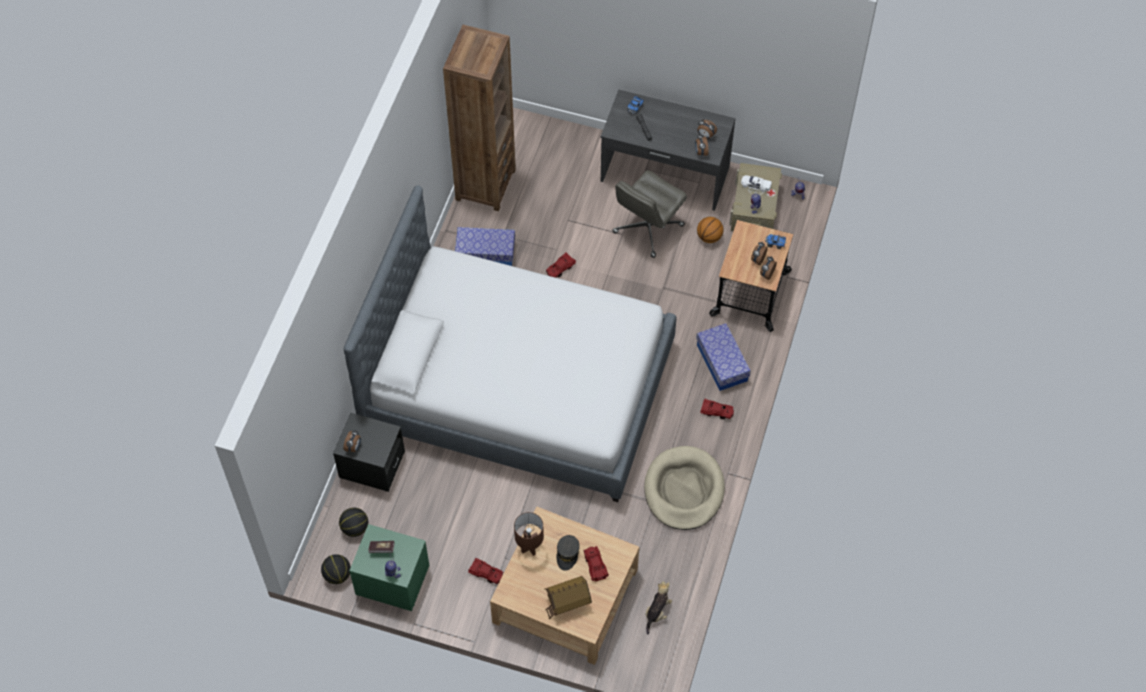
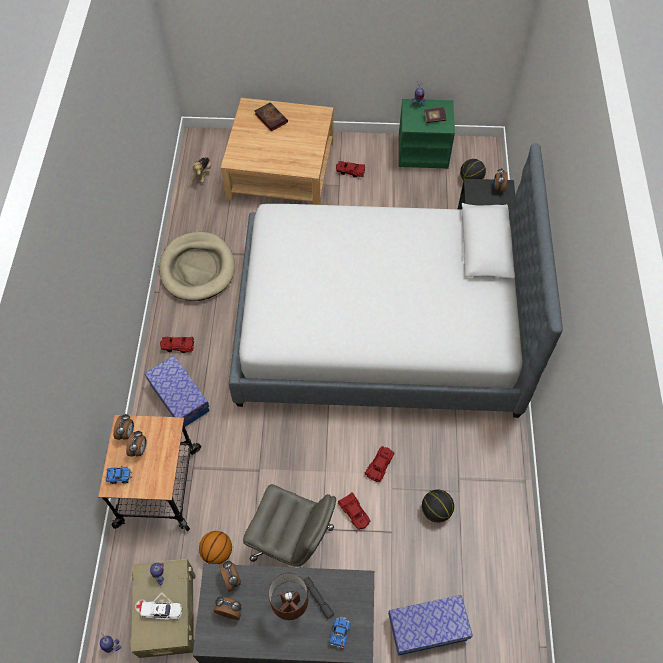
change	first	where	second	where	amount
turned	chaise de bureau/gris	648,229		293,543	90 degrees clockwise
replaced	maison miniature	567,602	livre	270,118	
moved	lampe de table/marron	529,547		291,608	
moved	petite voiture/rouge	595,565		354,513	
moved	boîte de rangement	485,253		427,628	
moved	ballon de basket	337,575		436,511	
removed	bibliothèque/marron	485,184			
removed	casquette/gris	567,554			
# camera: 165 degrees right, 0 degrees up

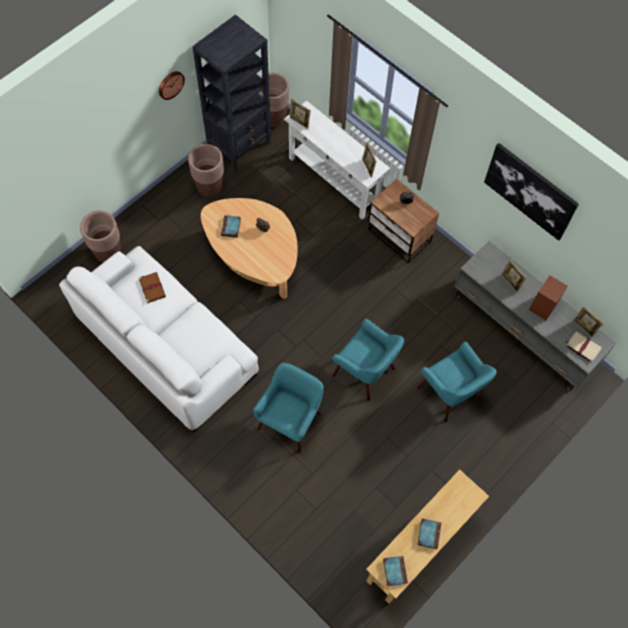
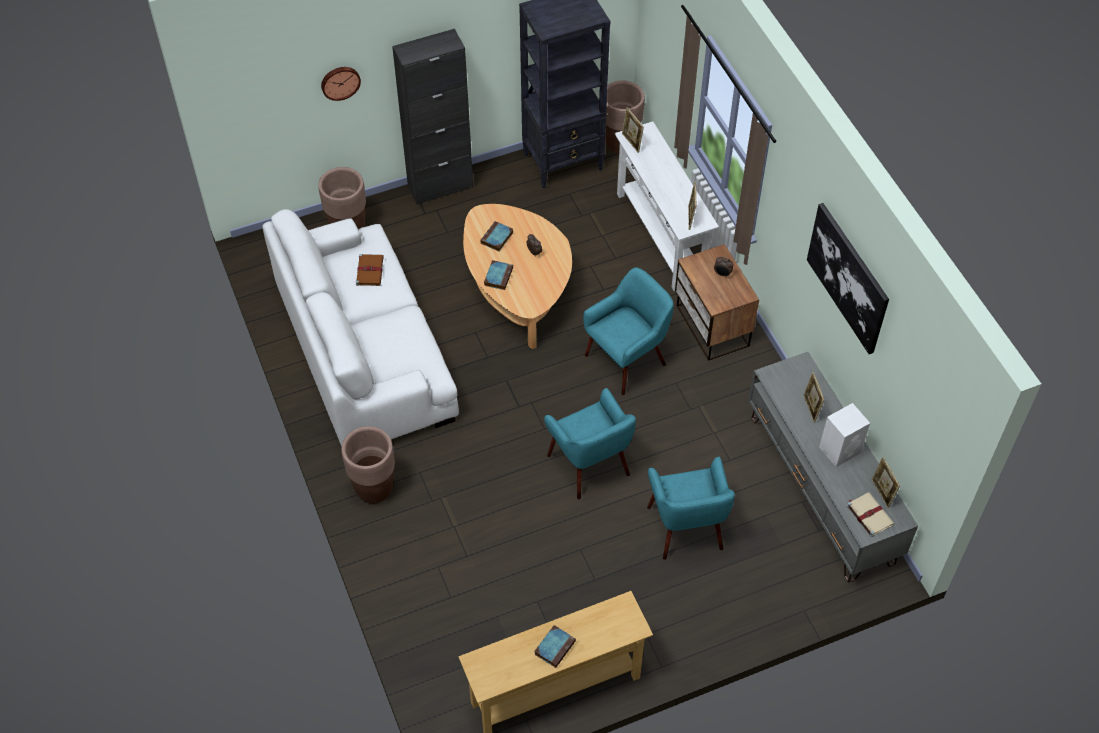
change	first	where	second	where	amount
moved	horloge murale	170,84		340,82	
moved	cache-pot/marron	209,188		374,489	
added			meuble de rangement/noir	440,186	
moved	livre	394,570		498,276	
moved	fauteuil/turquoise	290,421		626,360	
recoloured	enceinte/marron	543,306	enceinte/blanc	840,449	
# camera: 25 degrees right, 10 degrees down

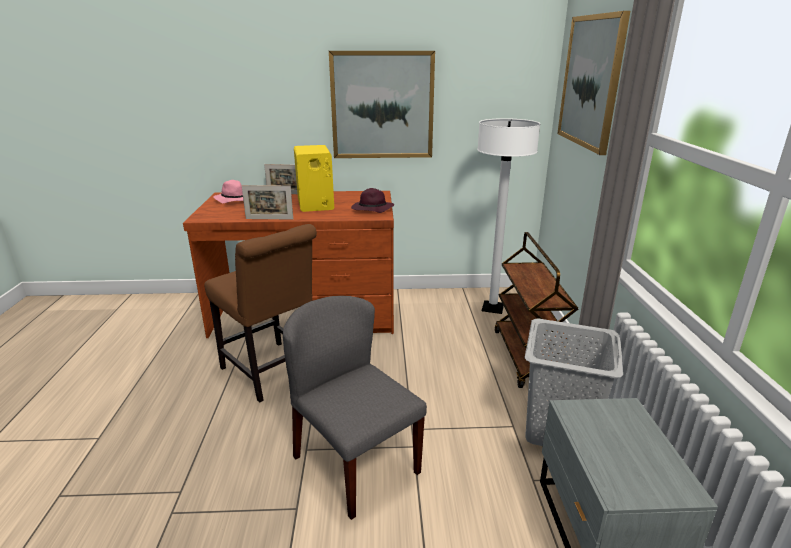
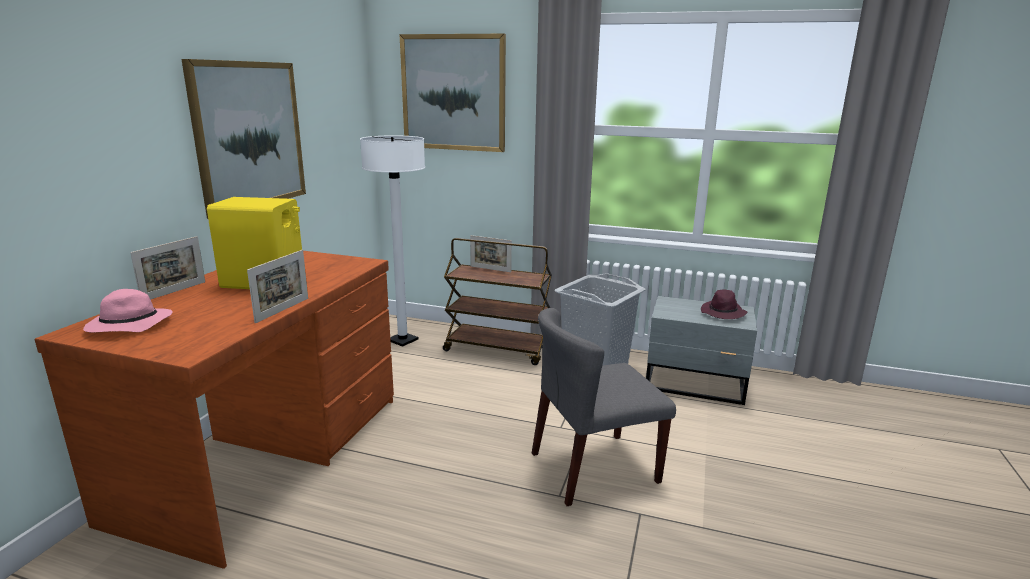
change	first	where	second	where	amount
added			cadre photo	490,269	
moved	chapeau/violet	372,209		723,313	
removed	chaise/marron	272,373			
# camera: 70 degrees left, 5 degrees down

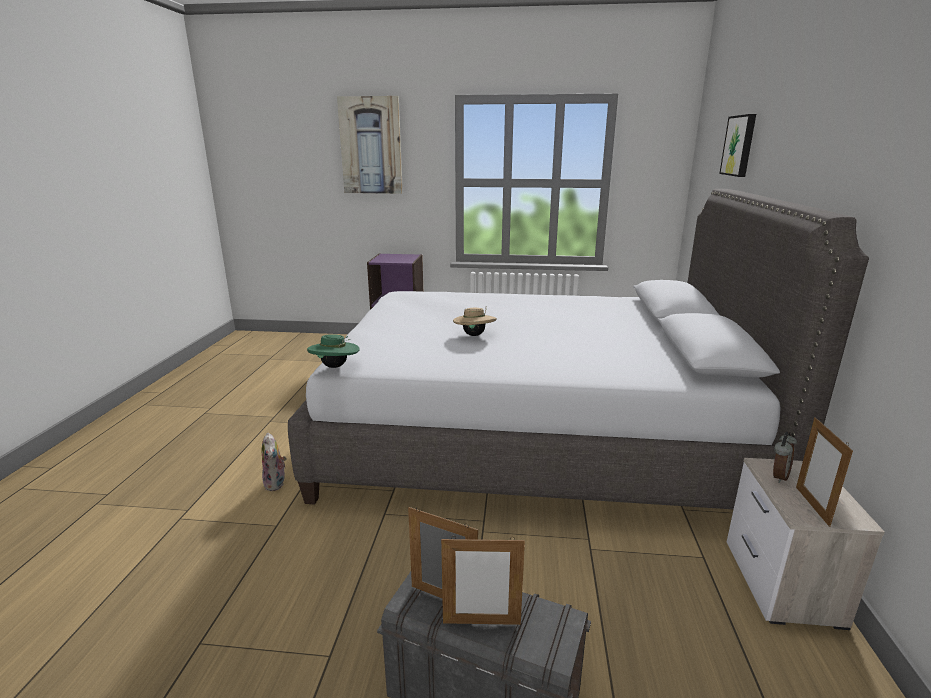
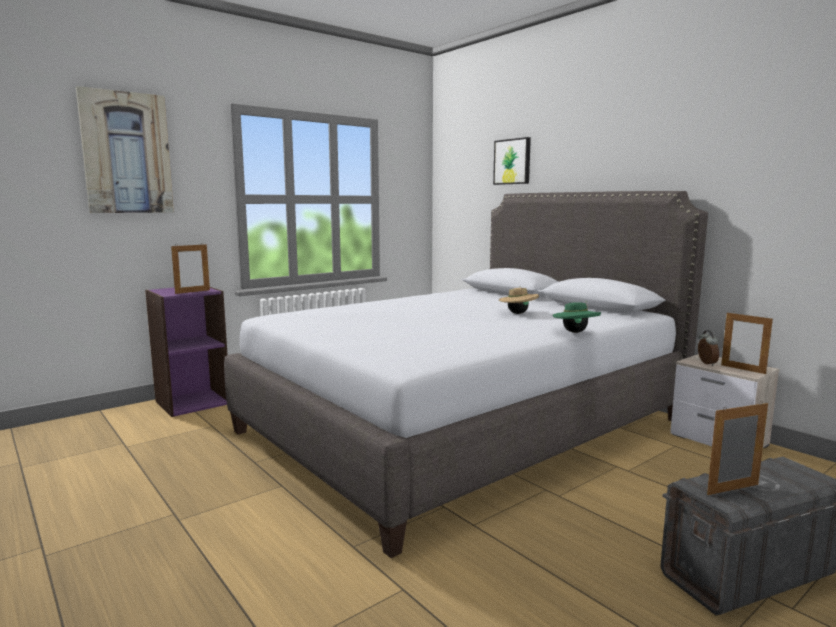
change	first	where	second	where	amount
moved	cadre photo	481,623		192,292	
moved	chapeau/beige	474,335		518,313	
moved	chapeau/vert	335,366		575,332	
removed	peluche	276,483			
# camera: 45 degrees left, 10 degrees down

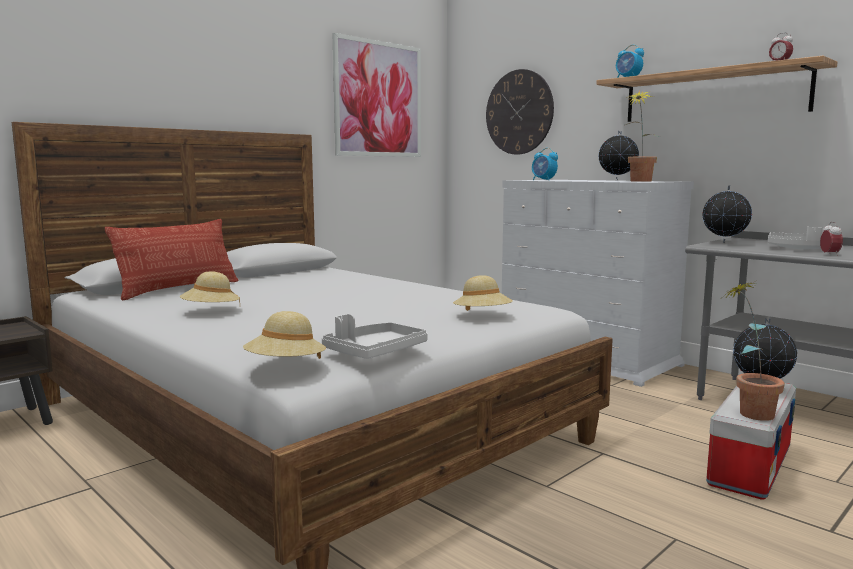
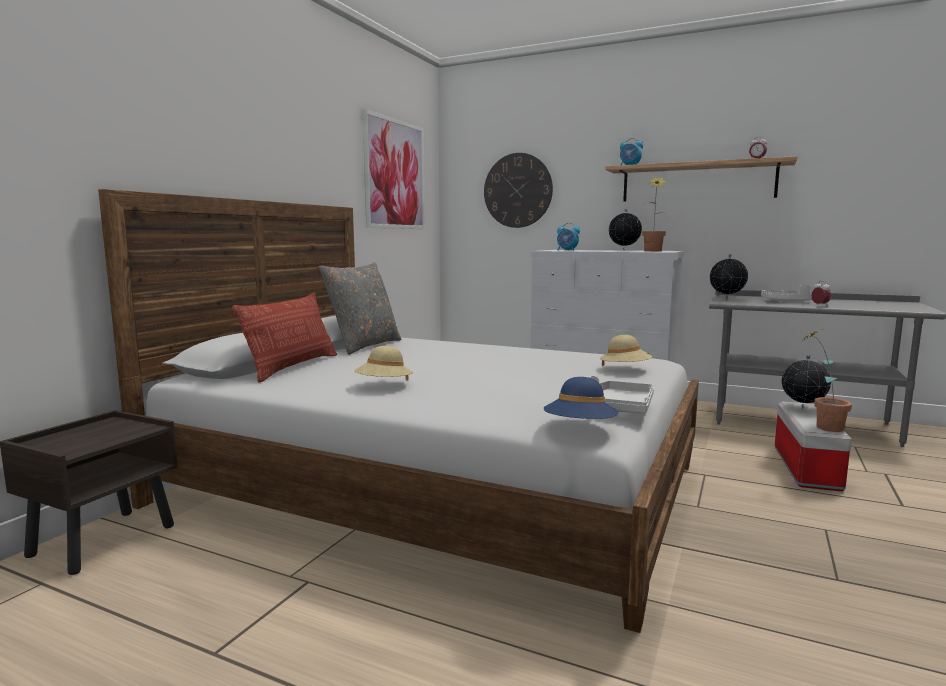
change	first	where	second	where	amount
added			coussin/gris	364,345	
recoloured	chapeau/beige	285,367	chapeau/bleu	580,428	
# camera: 20 degrees left, 0 degrees up

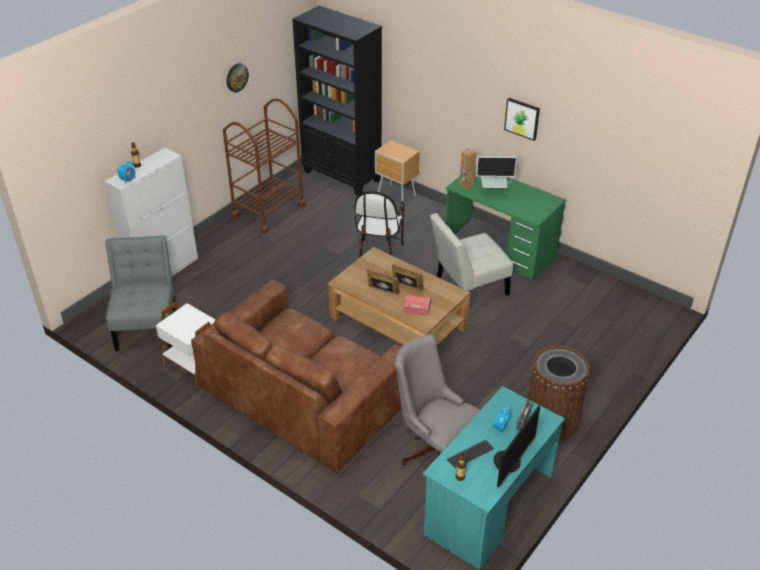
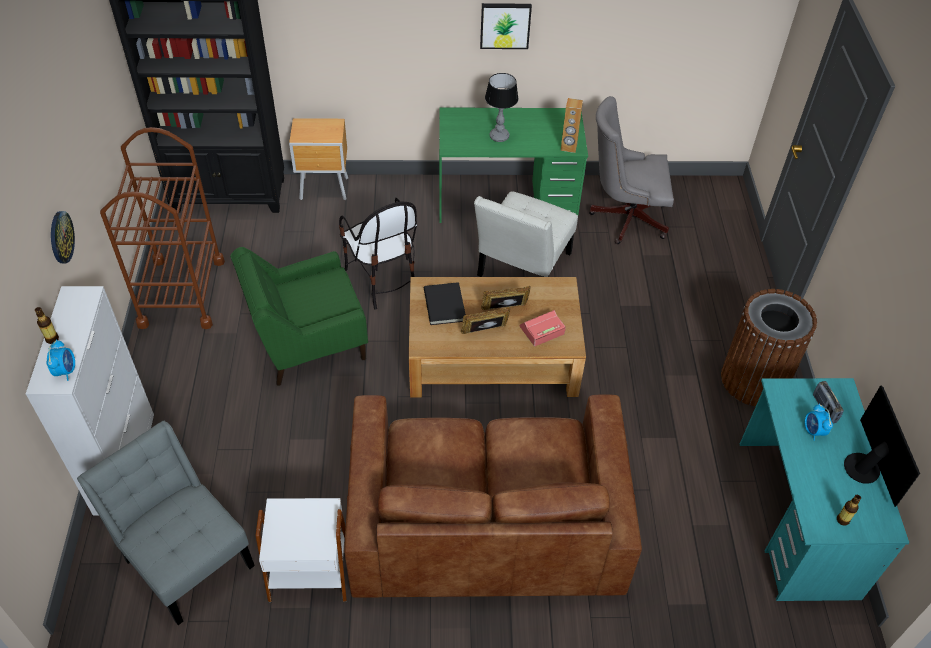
change	first	where	second	where	amount
moved	horloge murale	236,77		61,237	
added			fauteuil/vert	307,341	
added			livre/noir	445,305	
replaced	écran d'ordinateur	493,193	lampe de table	499,136	
moved	enceinte/marron	466,185		568,147	
moved	chaise de bureau/gris	433,447		624,217	
removed	clavier	470,454			
# camera: 40 degrees left, 10 degrees up

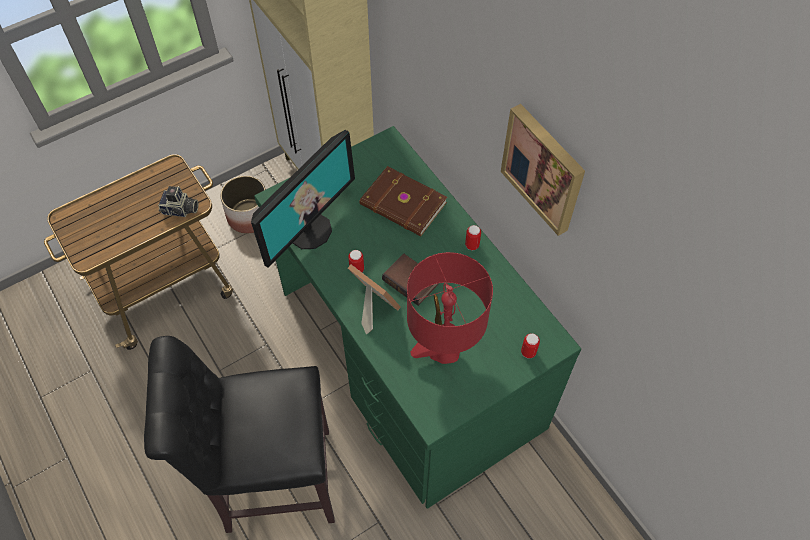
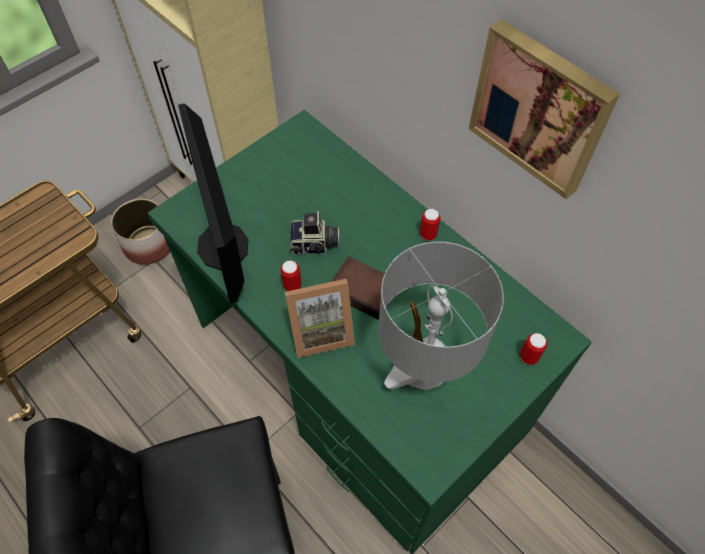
change	first	where	second	where	amount
turned	écran d'ordinateur	310,230		224,246	135 degrees clockwise
turned	cadre photo	371,307		320,330	135 degrees clockwise
moved	appareil photo	180,210		315,245	
recoloured	lampe de table/rouge	444,351	lampe de table/gris	423,372	
removed	livre/marron	403,205			
# camera: 10 degrees left, 0 degrees up

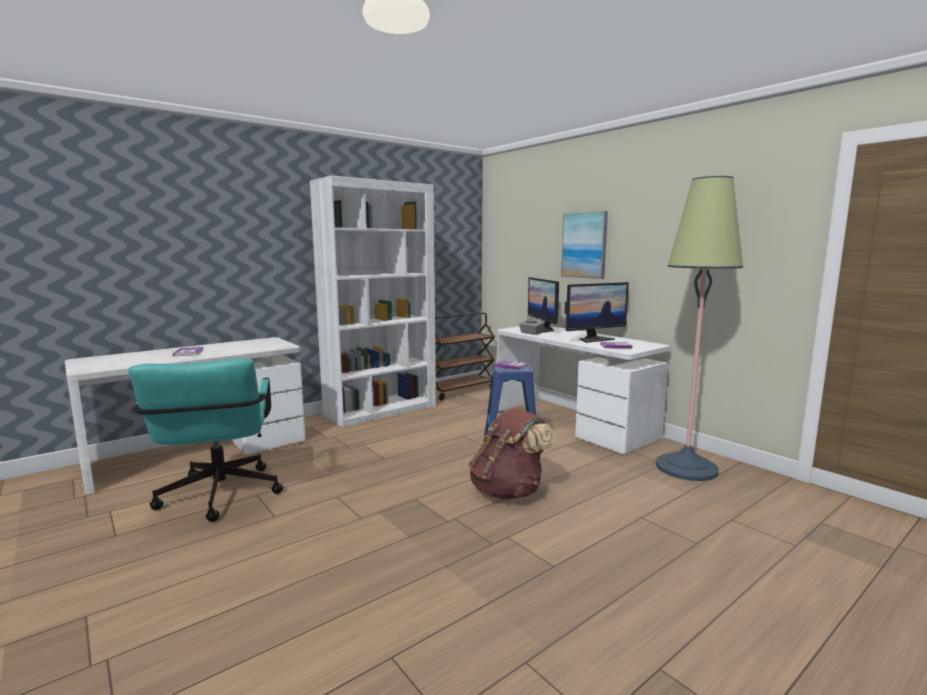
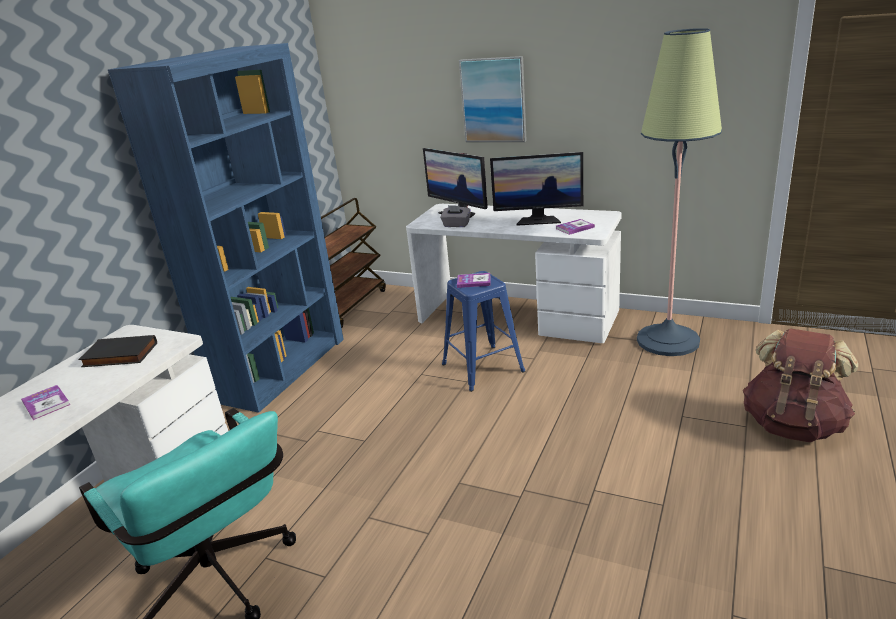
change	first	where	second	where	amount
added			livre/noir	119,356	
recoloured	bibliothèque/blanc	381,410	bibliothèque/bleu	281,368	
turned	écran d'ordinateur	594,339		538,220	60 degrees clockwise
moved	sac à dos/marron	509,491		793,425	
# camera: 25 degrees left, 15 degrees up

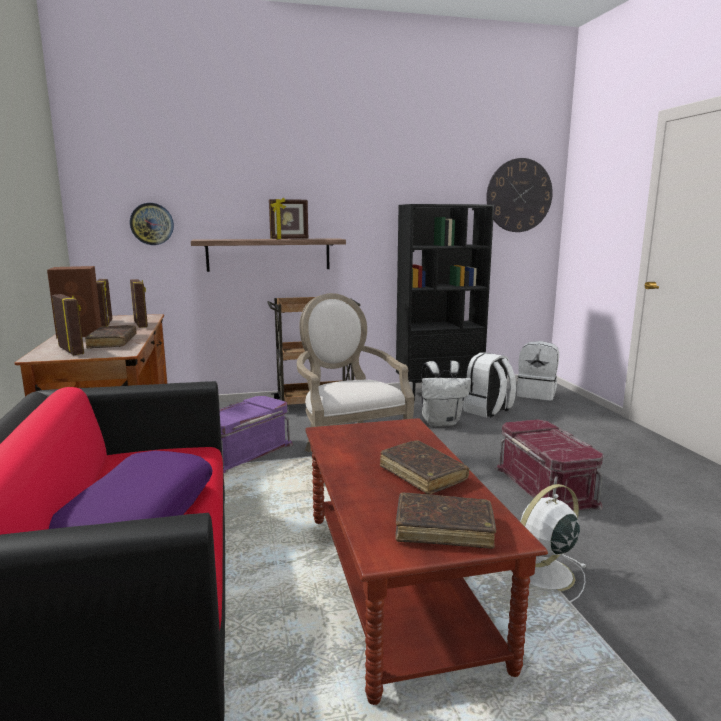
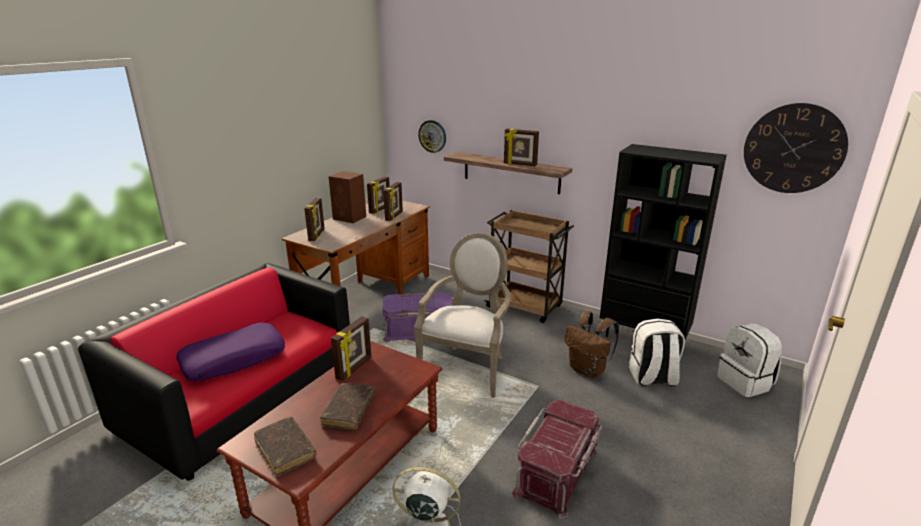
change	first	where	second	where	amount
added			cadre photo	354,368	
recoloured	sac à dos/blanc	441,422	sac à dos/marron	588,370	
removed	livre/marron	112,343			
# camera: 45 degrees right, 10 degrees up

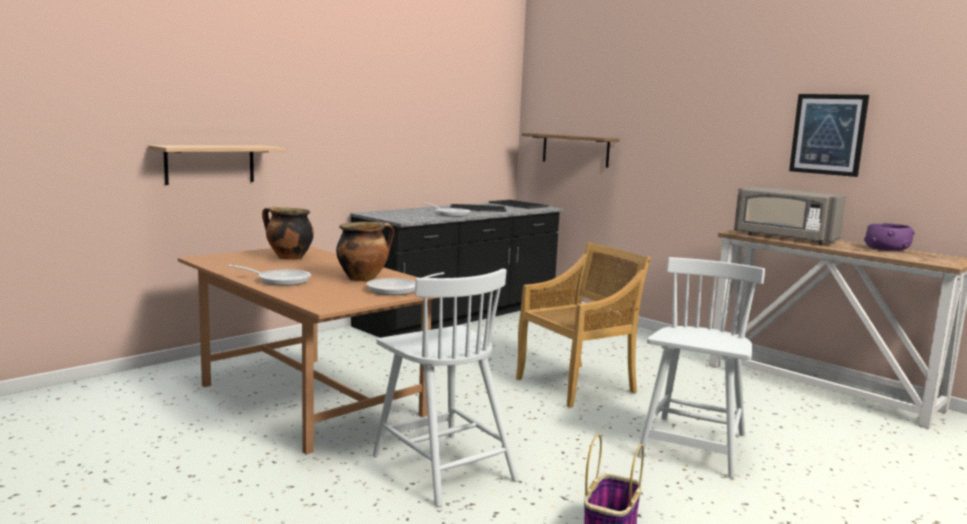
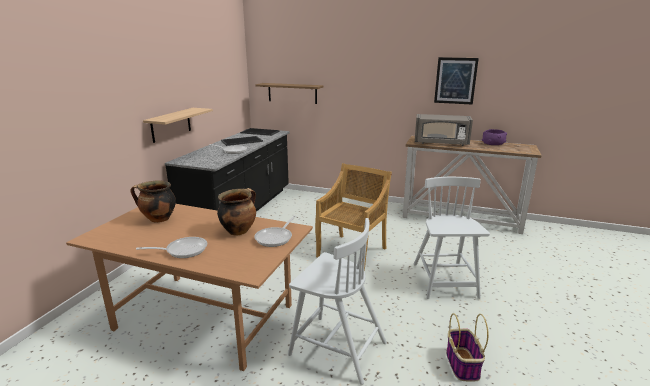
change	first	where	second	where	amount
moved	étagère	210,164		171,125	
# camera: 25 degrees left, 10 degrees up

